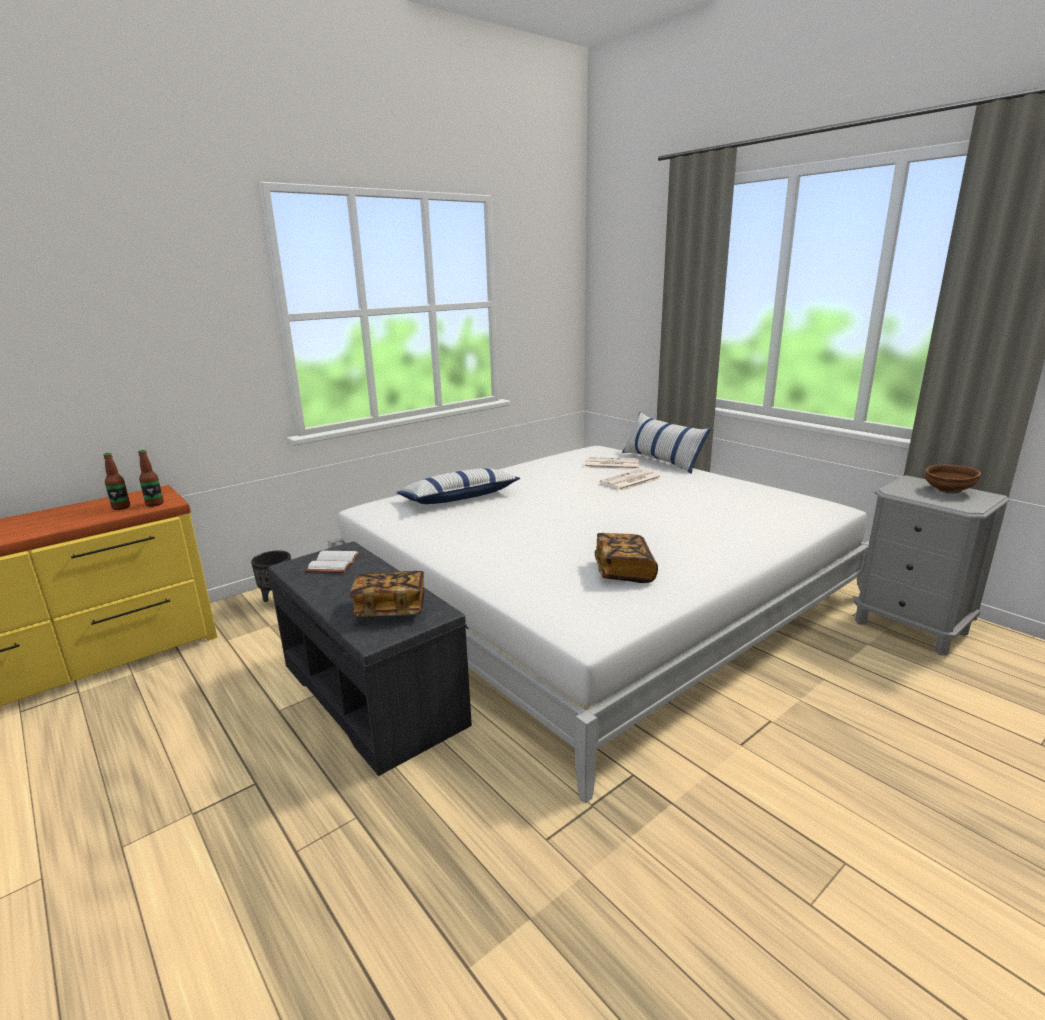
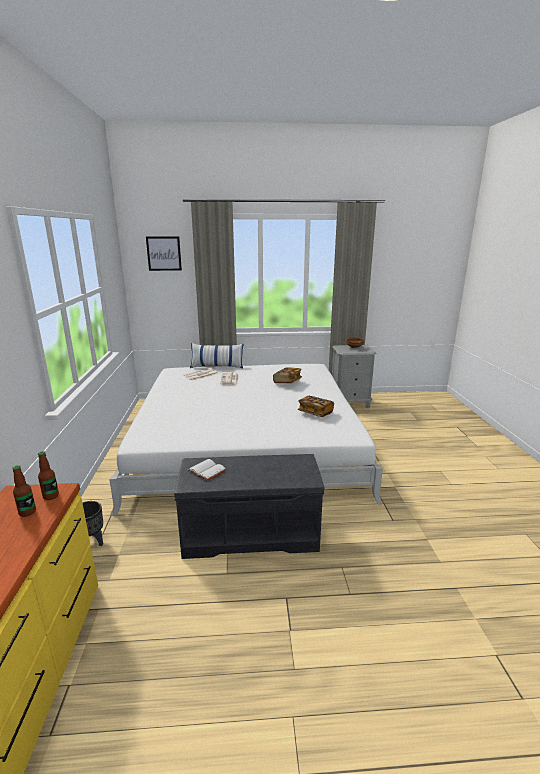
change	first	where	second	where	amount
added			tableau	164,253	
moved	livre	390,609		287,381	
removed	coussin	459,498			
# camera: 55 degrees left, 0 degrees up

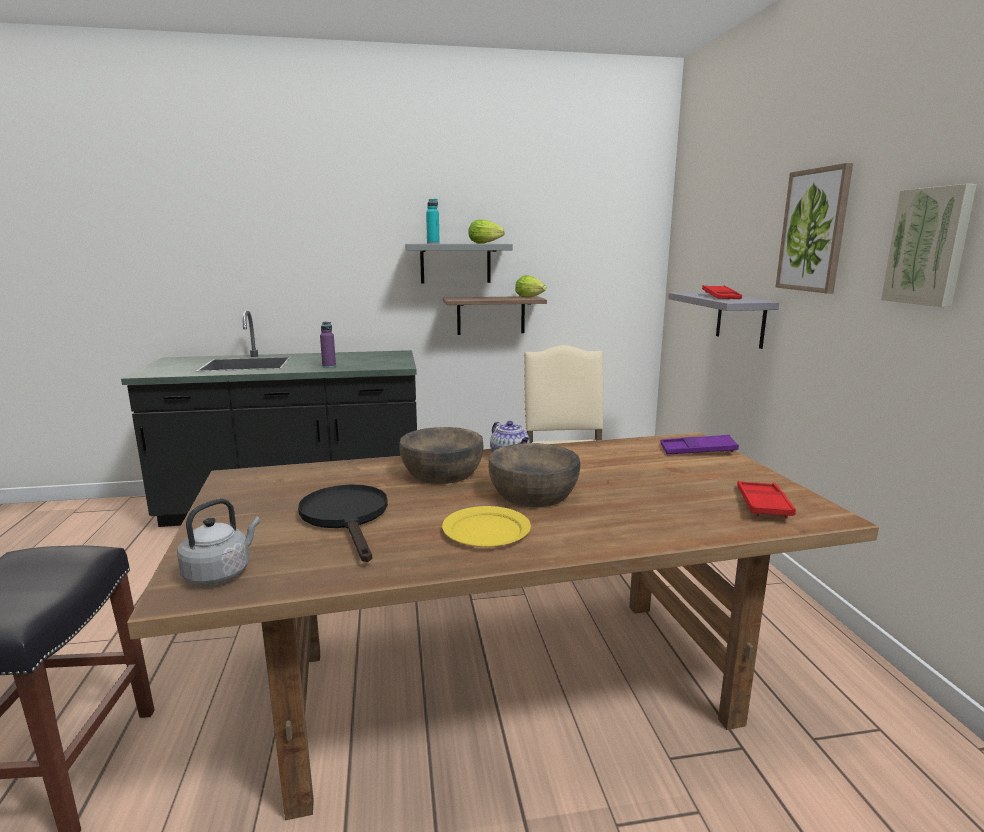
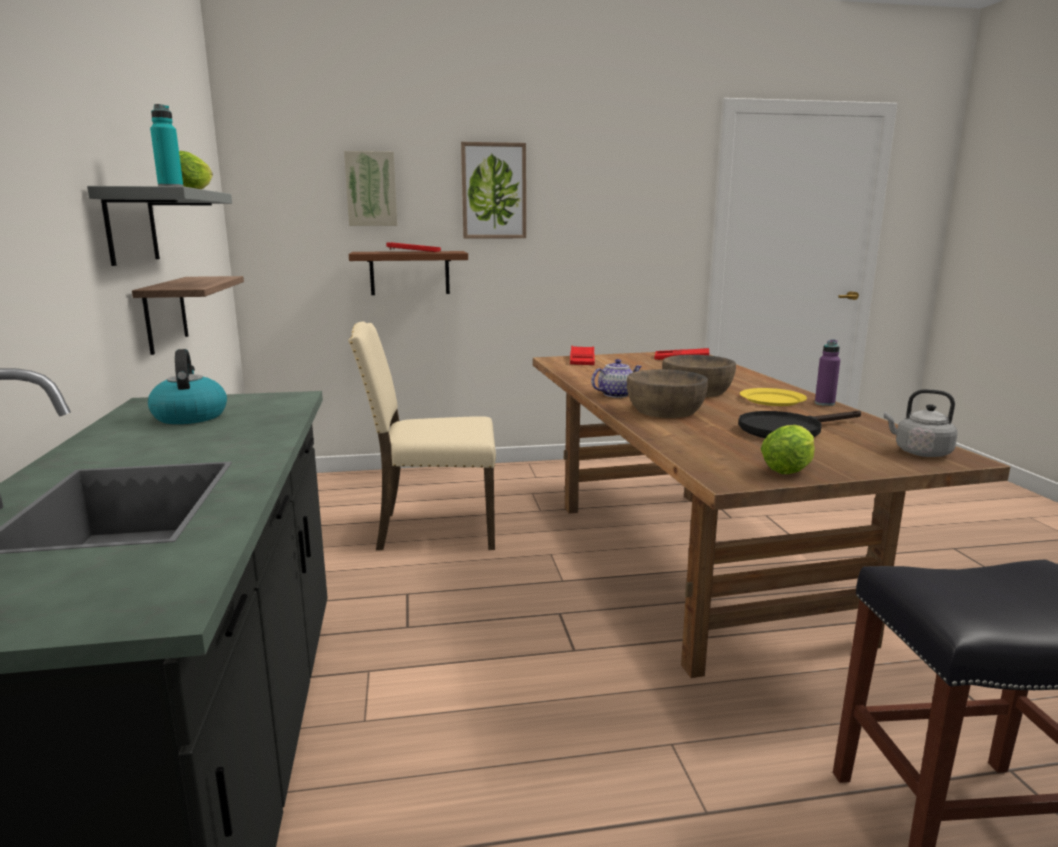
change	first	where	second	where	amount
added			bouilloire	190,416	
moved	tableau	929,246		371,189	
recoloured	étagère/gris	740,319	étagère/marron	409,273	
recoloured	plateau/violet	697,450	plateau/rouge	582,360	
moved	laitue	531,297		790,469	
moved	bouteille/violet	329,366		824,403	
# camera: 90 degrees left, 0 degrees up

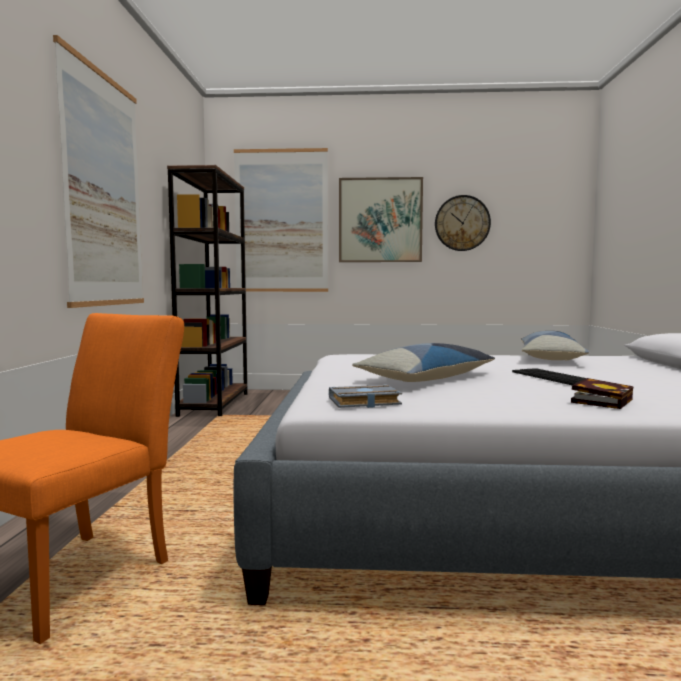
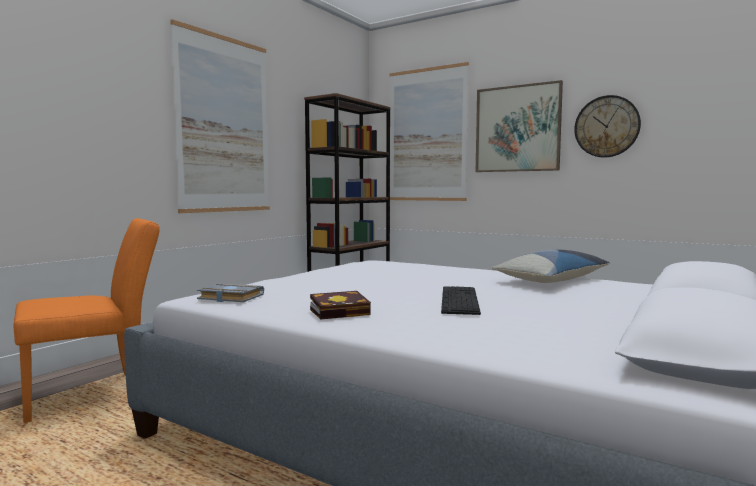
change	first	where	second	where	amount
moved	livre	601,400		342,311	
removed	coussin	427,378			
# camera: 30 degrees right, 0 degrees up

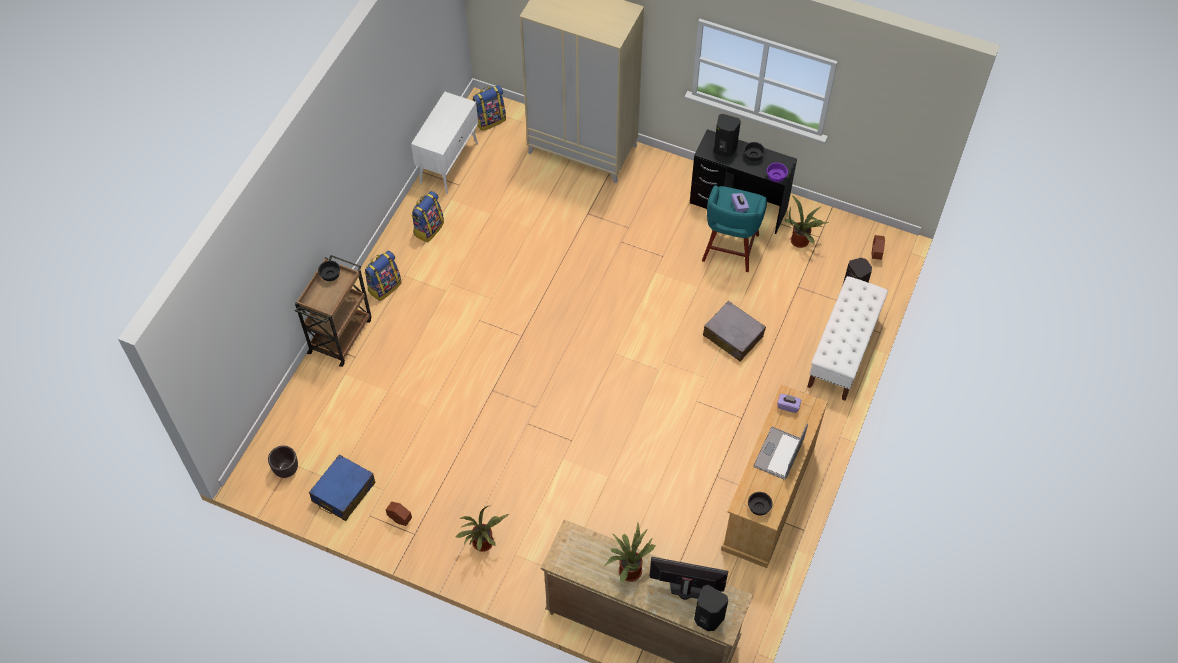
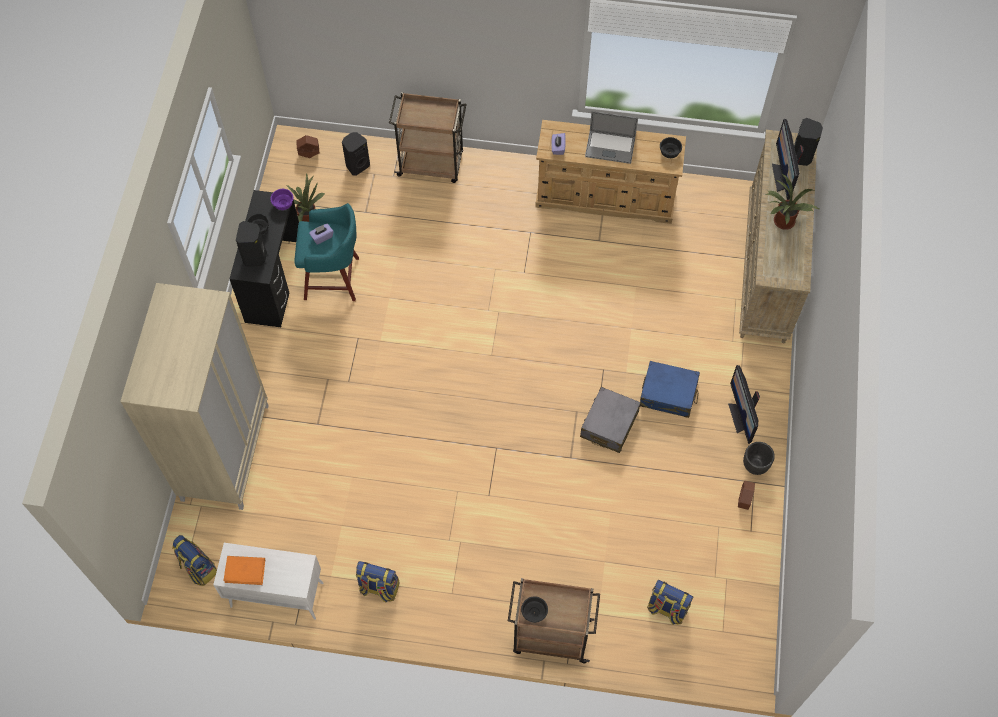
change	first	where	second	where	amount
added			livre/orange	245,571	
replaced	banc/blanc	843,351	chariot/marron	431,164	
moved	valise/gris	733,336		609,424	
moved	valise/bleu	343,492		668,394	
moved	sac à dos	384,286		666,609	
replaced	plante en pot	483,544	écran d'ordinateur	740,417	
moved	cache-pot/noir	286,469		755,466	
# camera: 105 degrees left, 5 degrees up

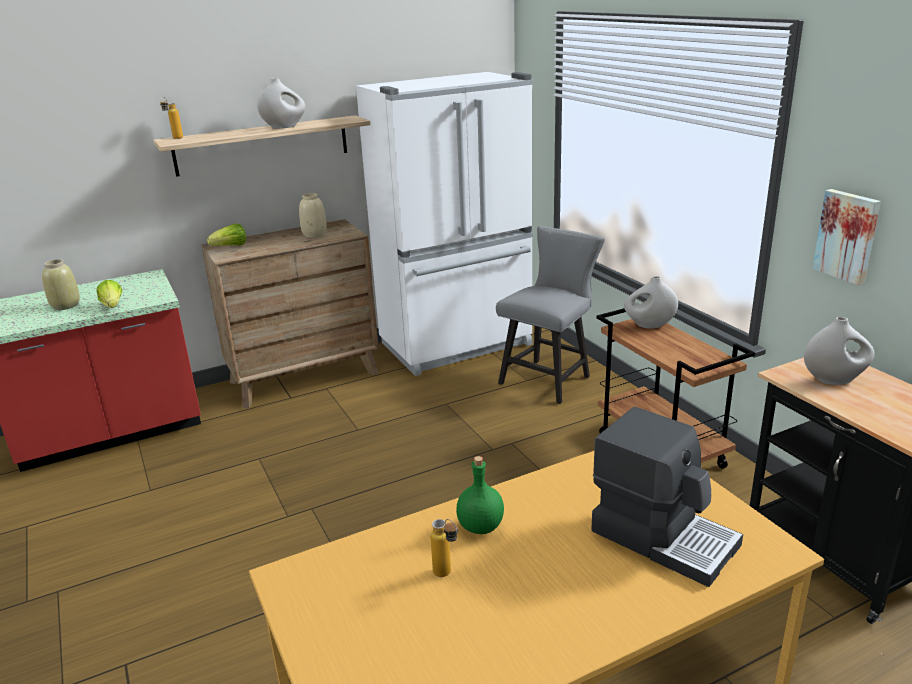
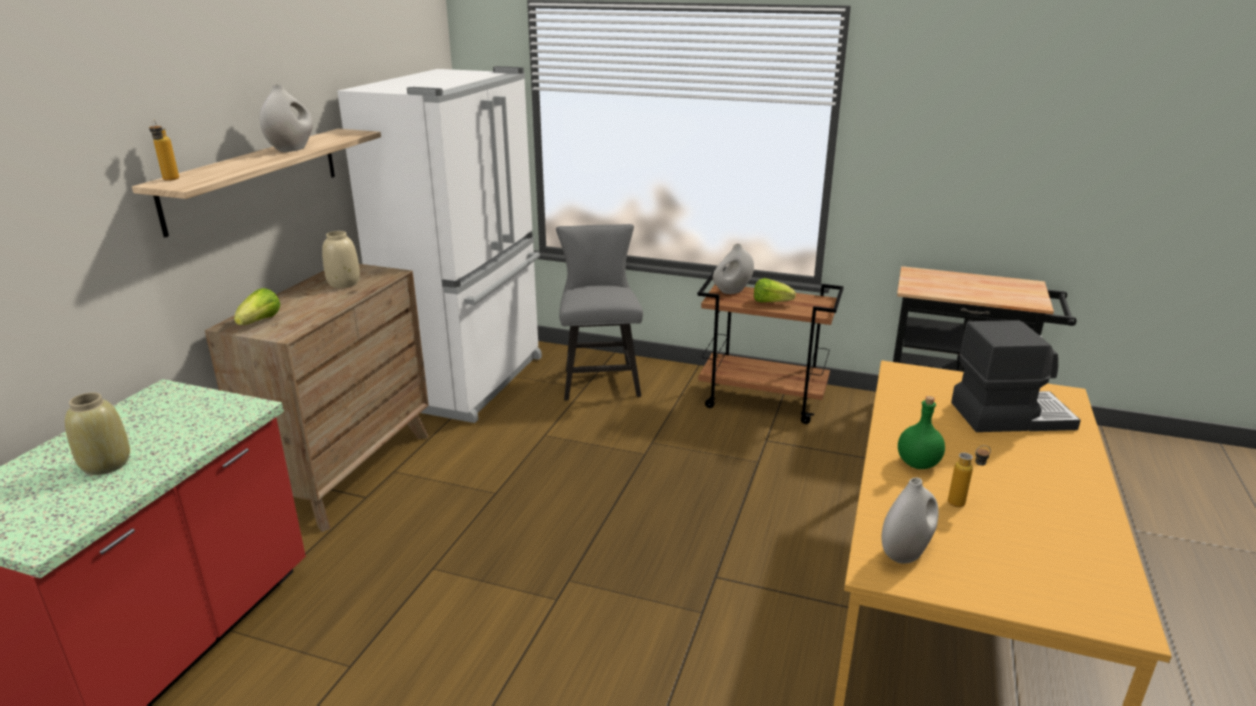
change	first	where	second	where	amount
moved	laitue	113,306		771,302	
moved	vase/blanc	834,380		905,552	
removed	tableau	847,236			
# camera: 45 degrees left, 0 degrees up

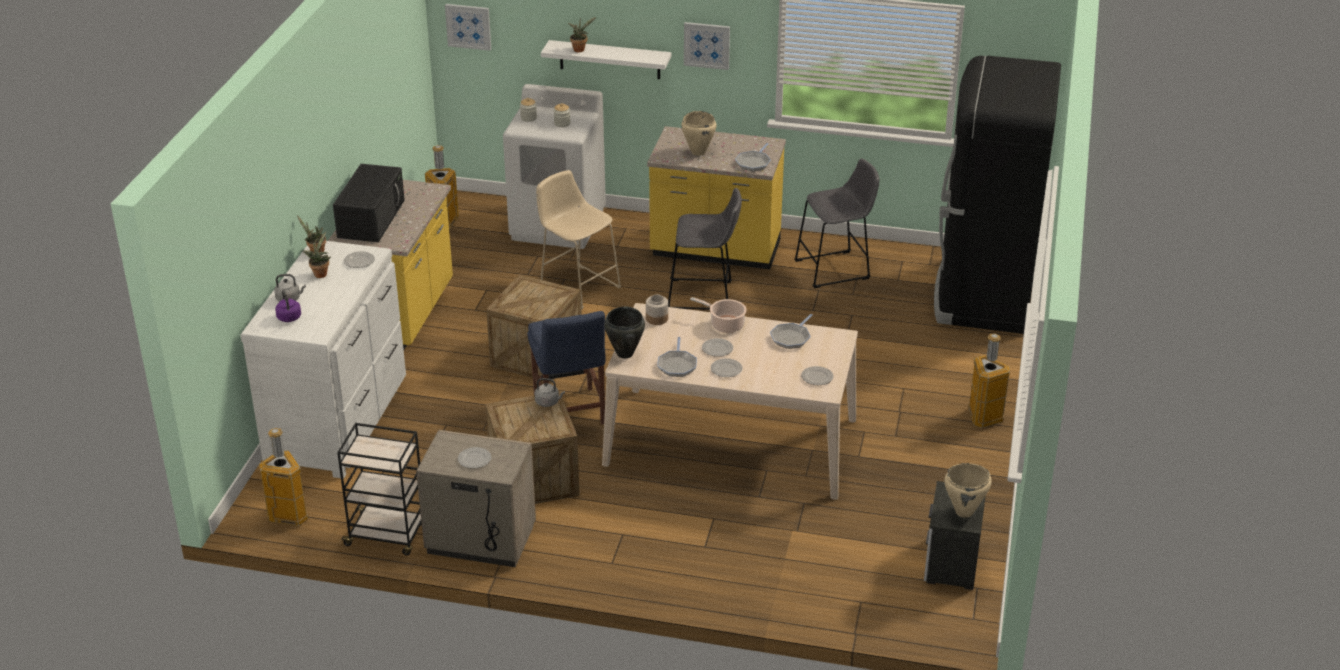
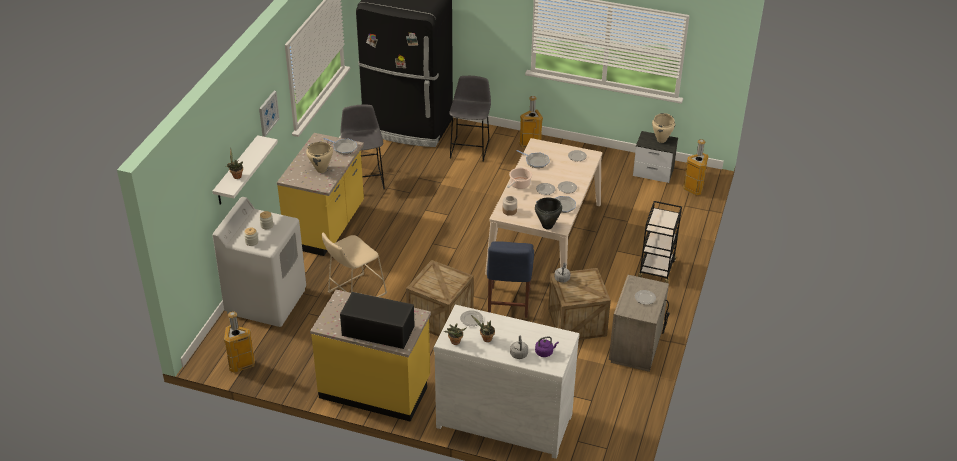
change	first	where	second	where	amount
moved	tabouret/gris	704,296		470,147	
turned	chaise/bleu	570,413		508,304	105 degrees clockwise
moved	chariot/noir	387,535		656,269	
moved	poubelle	289,517		694,189	
removed	tableau	468,26			
# camera: 85 degrees left, 5 degrees up

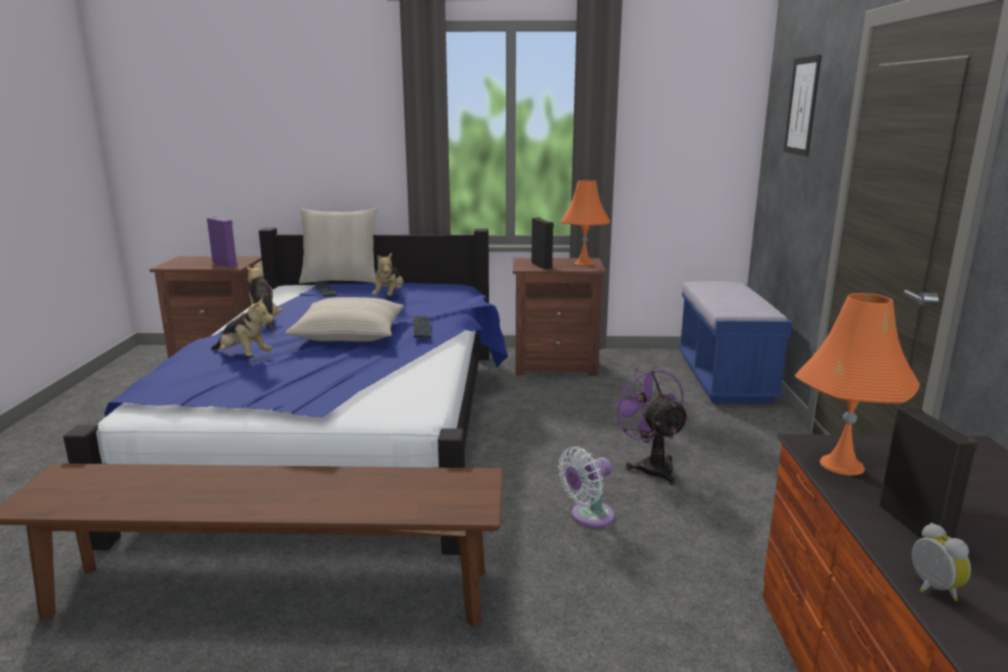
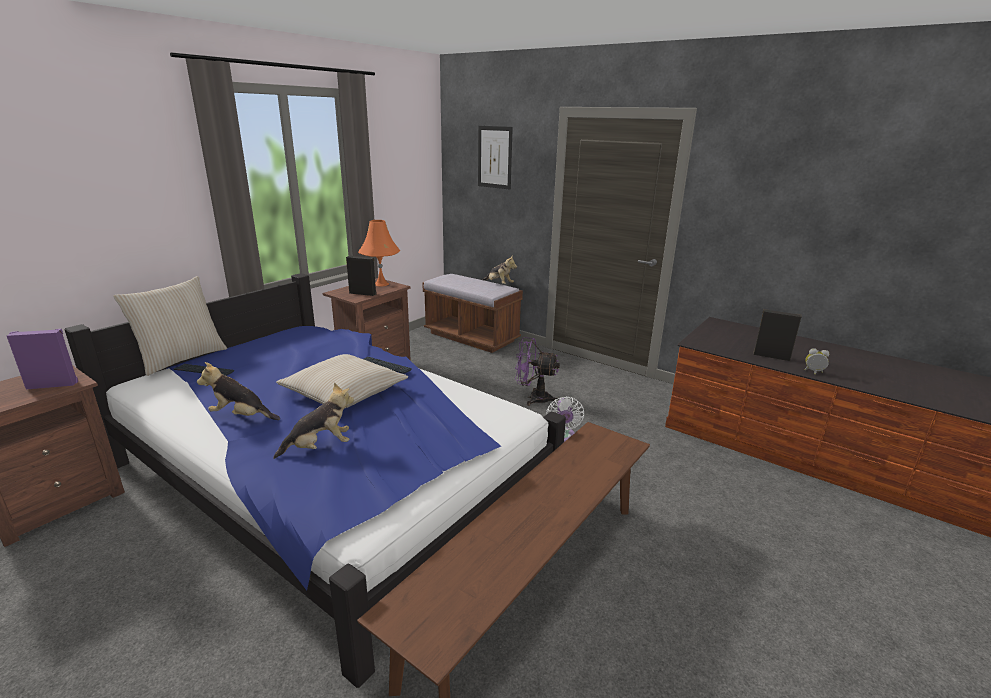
change	first	where	second	where	amount
recoloured	banc/bleu	724,379	banc/marron	471,337	
moved	peluche	389,296		499,284	
removed	lampe de table/orange	841,465			
# camera: 55 degrees left, 5 degrees up

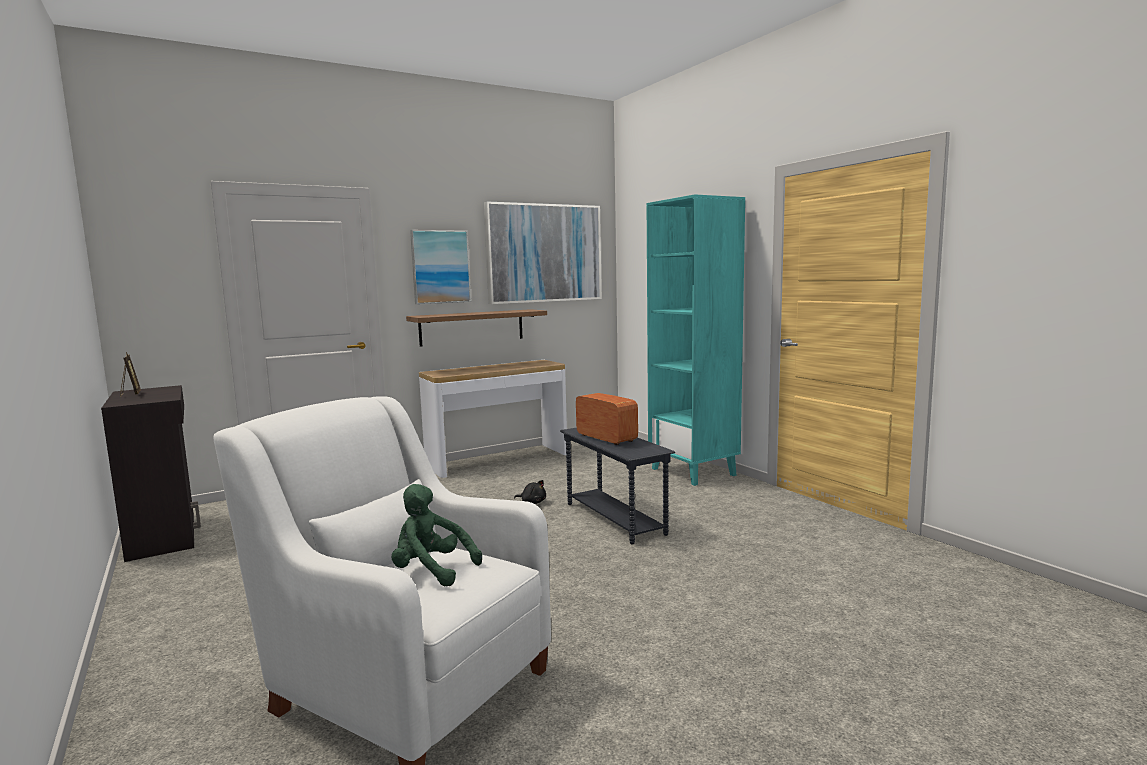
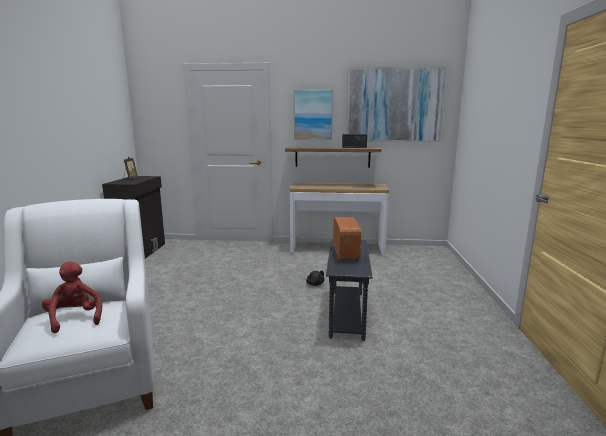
change	first	where	second	where	amount
recoloured	peluche/vert	431,571	peluche/rouge	75,318	
added			radio	354,147	
removed	bibliothèque/turquoise	694,472			
# camera: 35 degrees right, 5 degrees up

